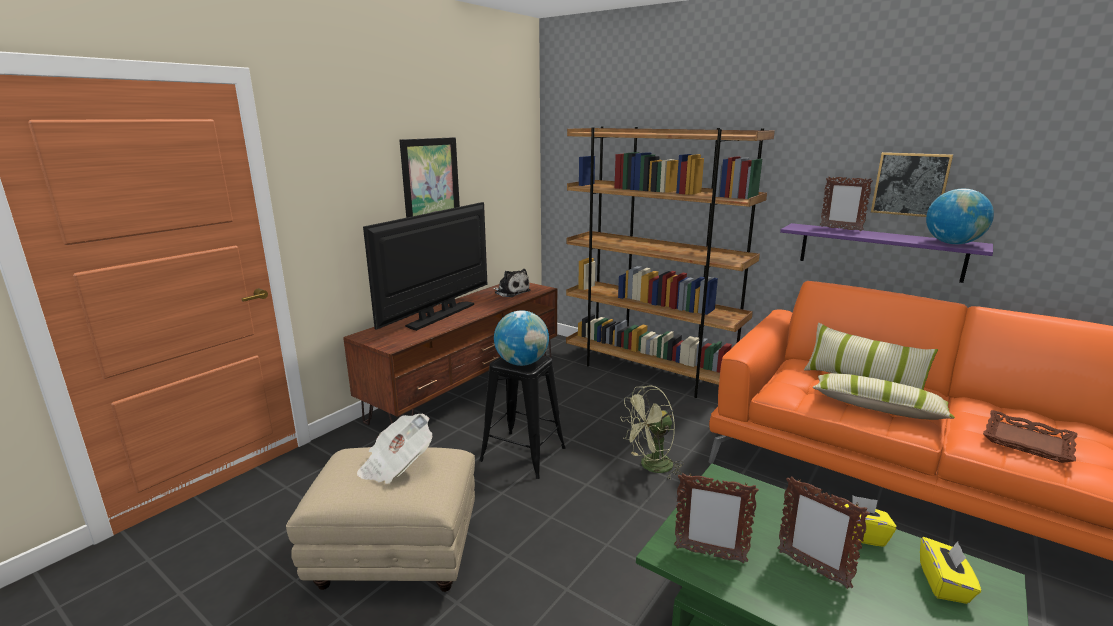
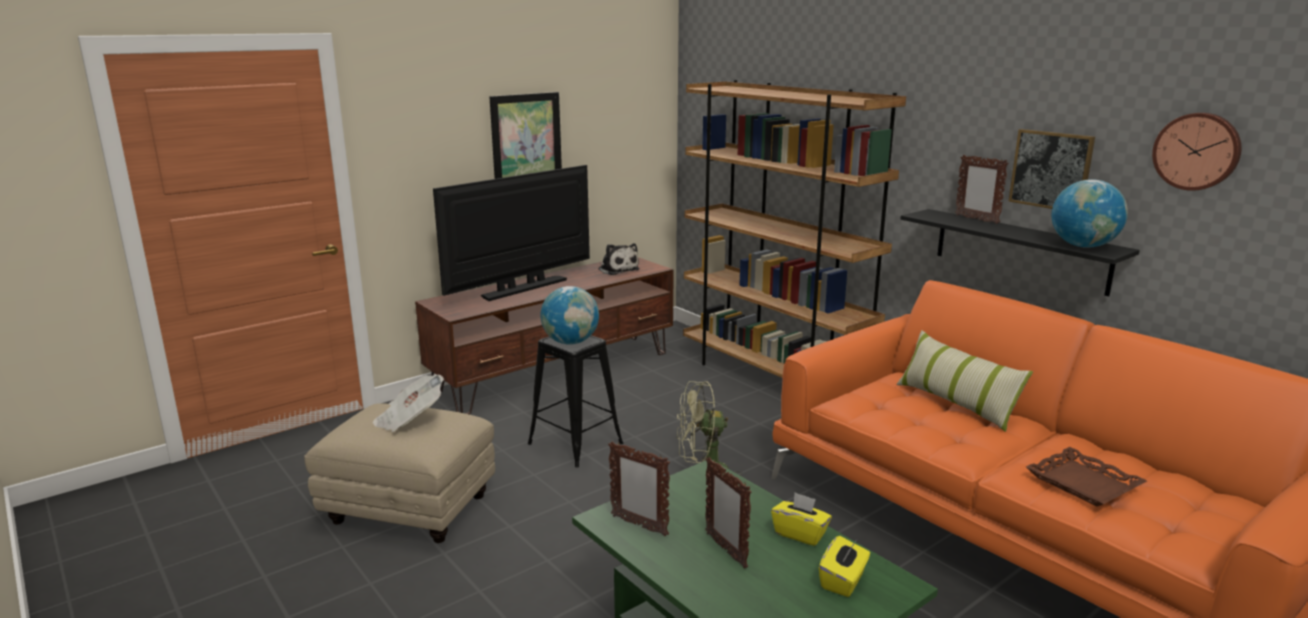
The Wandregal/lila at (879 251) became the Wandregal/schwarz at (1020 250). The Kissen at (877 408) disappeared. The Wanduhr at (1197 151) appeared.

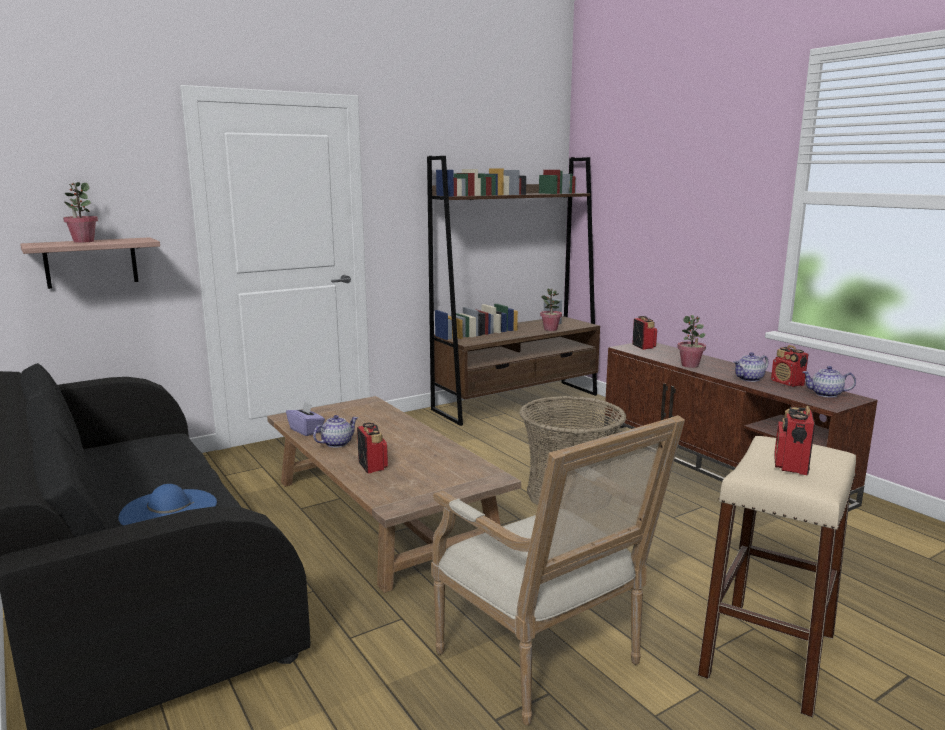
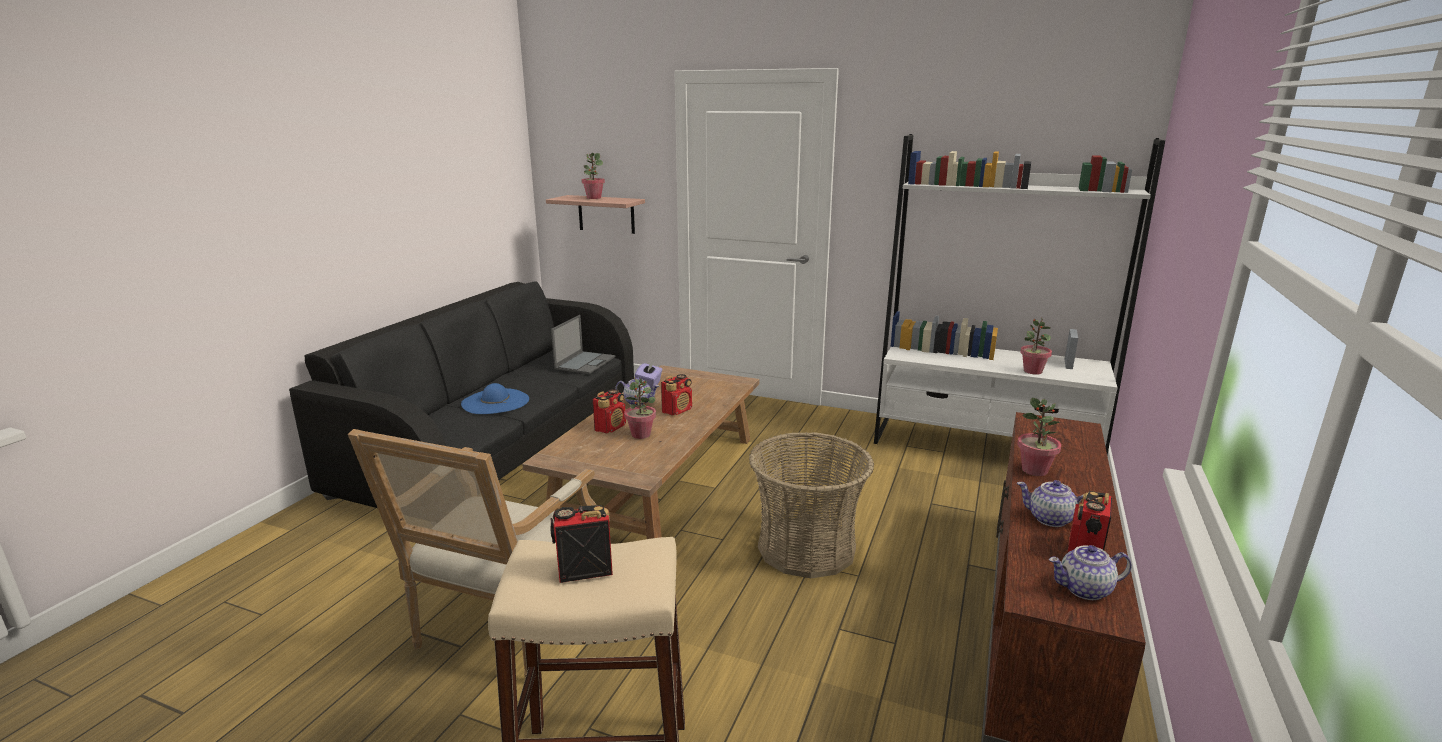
The Bücherregal/braun at (517 402) became the Bücherregal/weiß at (985 447). The Radio moved from (643 346) to (677 410). The Teekanne at (826 394) turned 75 degrees counterclockwise. The Laptop at (585 362) appeared. The Topfpflanze at (641 434) appeared.

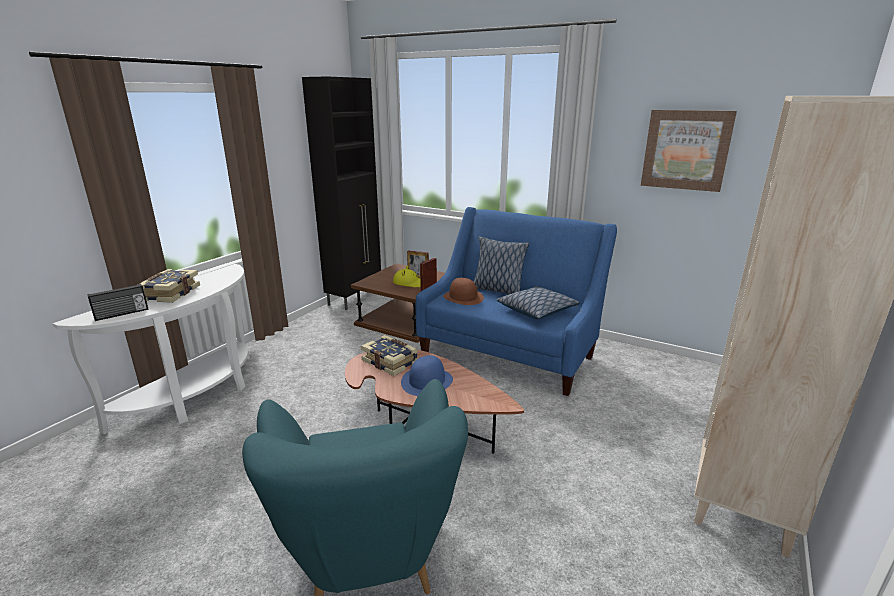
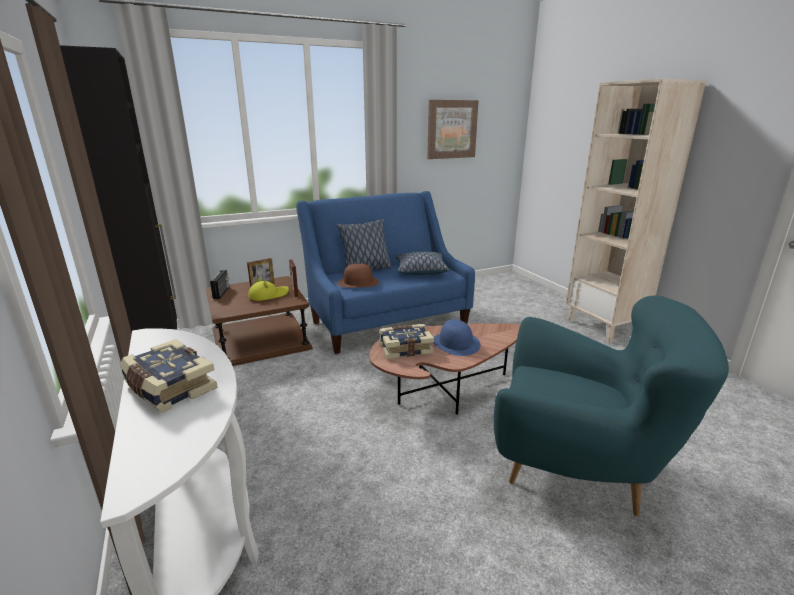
The Radio moved from (122 314) to (222 292).

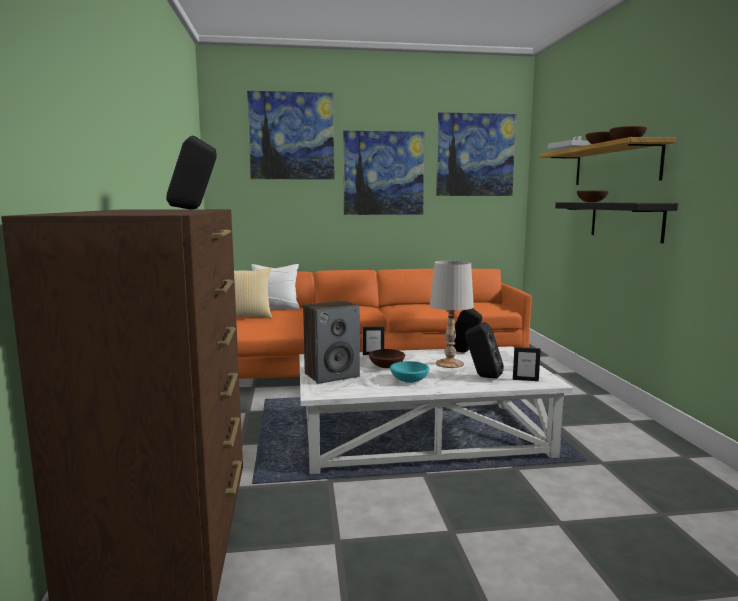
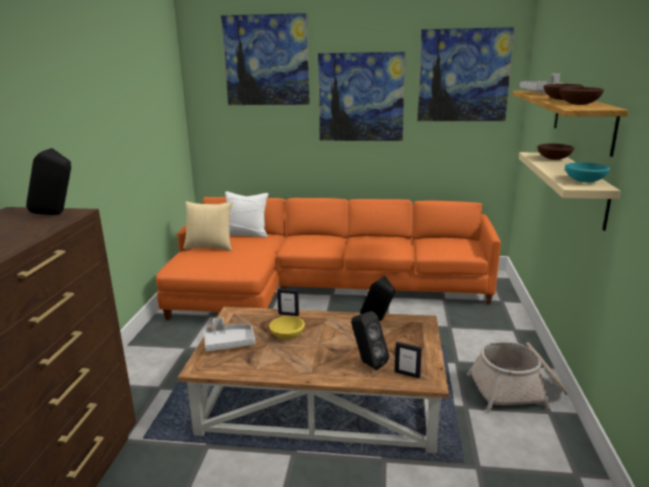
The Wandregal/schwarz at (625 220) became the Wandregal/beige at (582 188). The Tischlampe/weiß at (450 363) disappeared. The Lautsprecher at (332 375) was replaced by the Tablett/grau at (229 343). The Couchtisch/weiß at (423 435) became the Couchtisch/braun at (322 401). The Schüssel/braun at (387 366) became the Schüssel/gelb at (288 335). The Schüssel/türkis moved from (410 380) to (585 181). The Korb at (517 390) appeared.

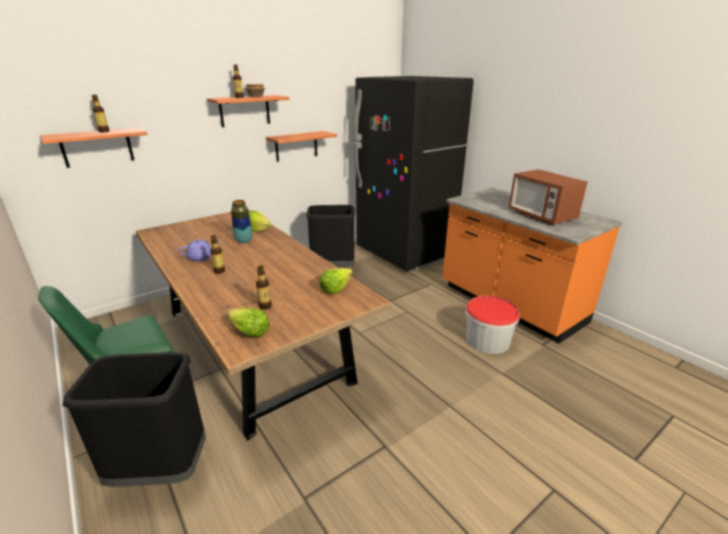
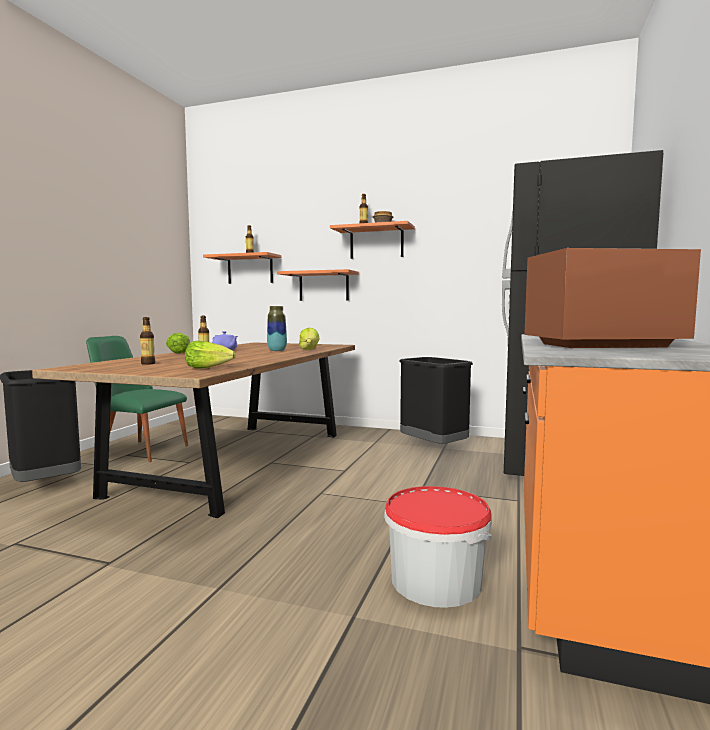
The Wandregal moved from (296 146) to (323 286). The Mikrowelle at (541 216) turned 60 degrees clockwise. The Salatkopf moved from (249 332) to (180 352).

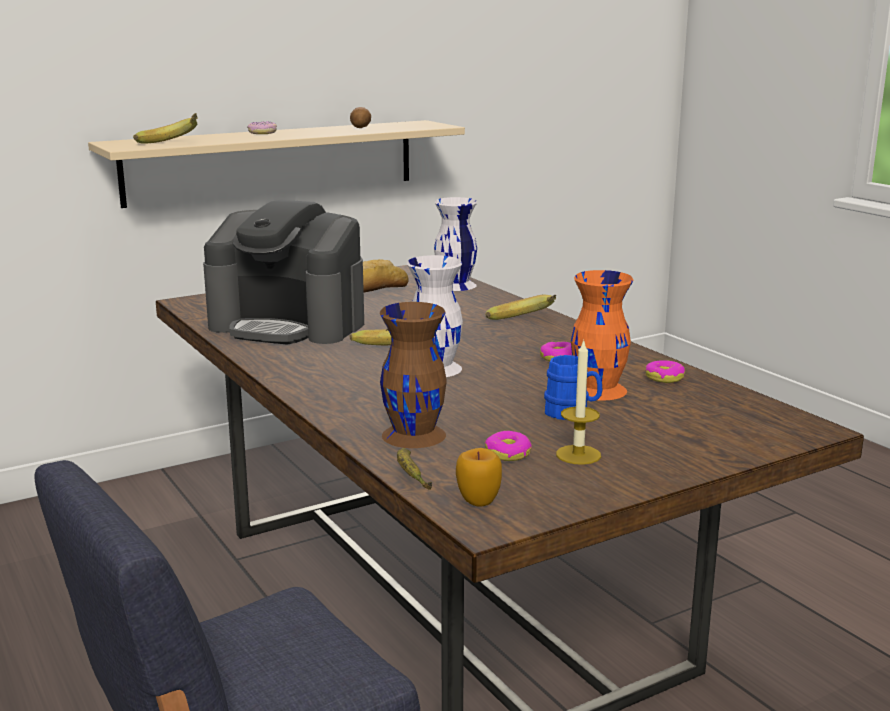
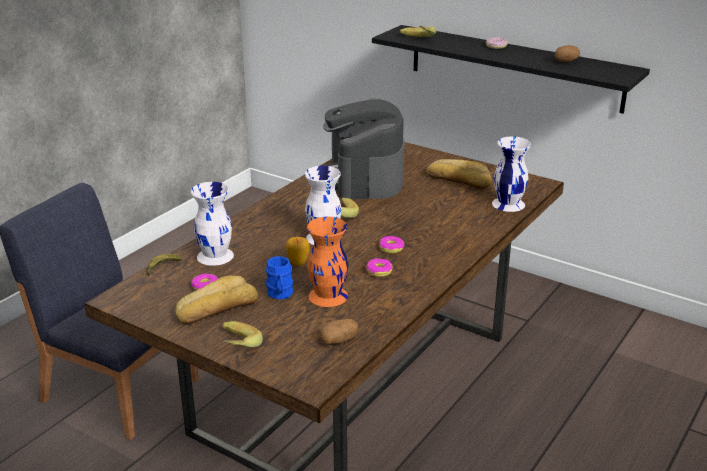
The Wandregal/beige at (273 161) became the Wandregal/schwarz at (514 68). The Banane moved from (523 323) to (234 348). The Vase/braun at (414 434) became the Vase/weiß at (216 256). The Kerze at (578 455) was replaced by the Brot at (216 308). The Donut moved from (664 378) to (391 248). The Apfel moved from (478 501) to (298 262). The Kartoffel at (339 340) appeared.

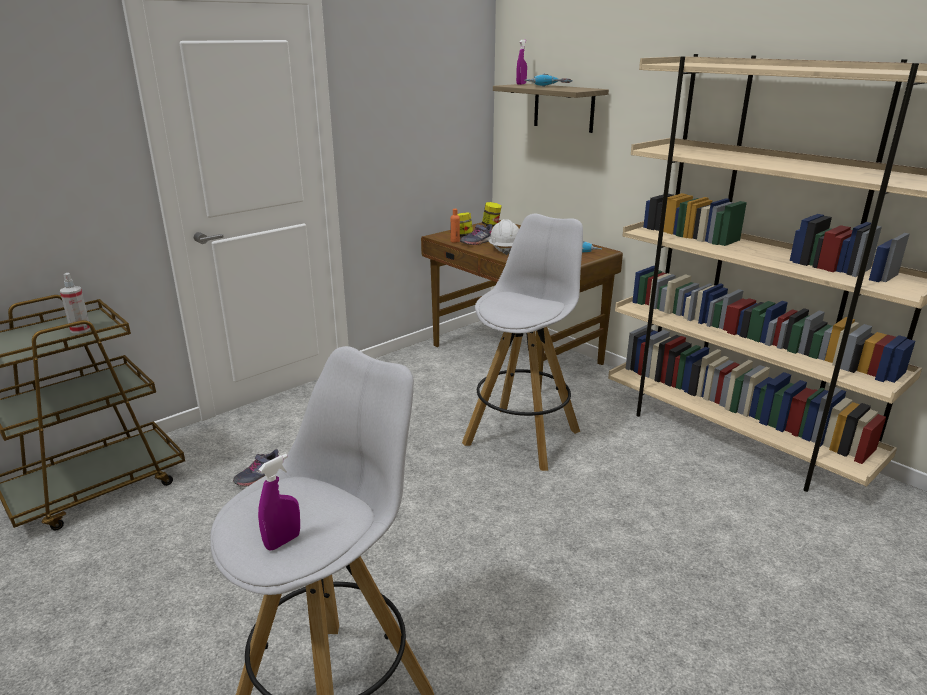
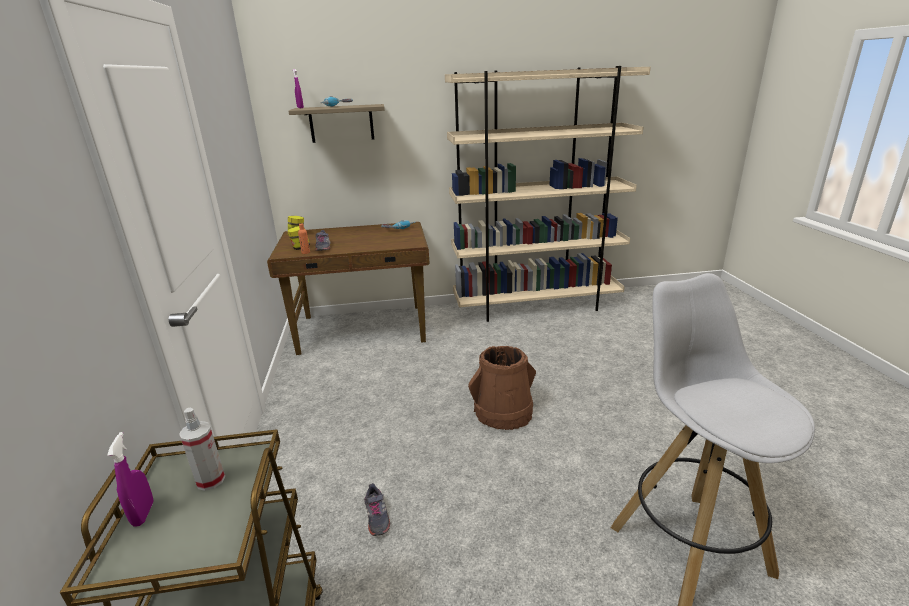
The Hocker/weiß at (522 437) disappeared. The Schutzhelm/weiß at (504 249) disappeared. The Sprühflasche/lila moved from (283 541) to (143 514). The Eimer/braun at (503 412) appeared.

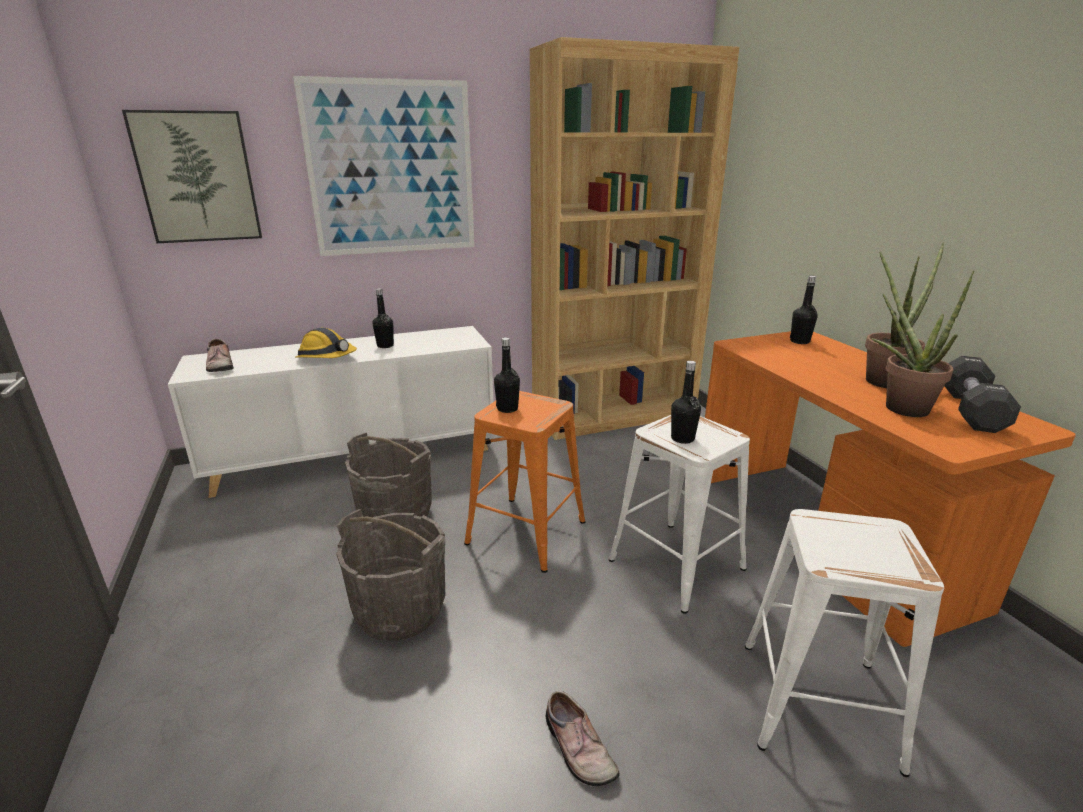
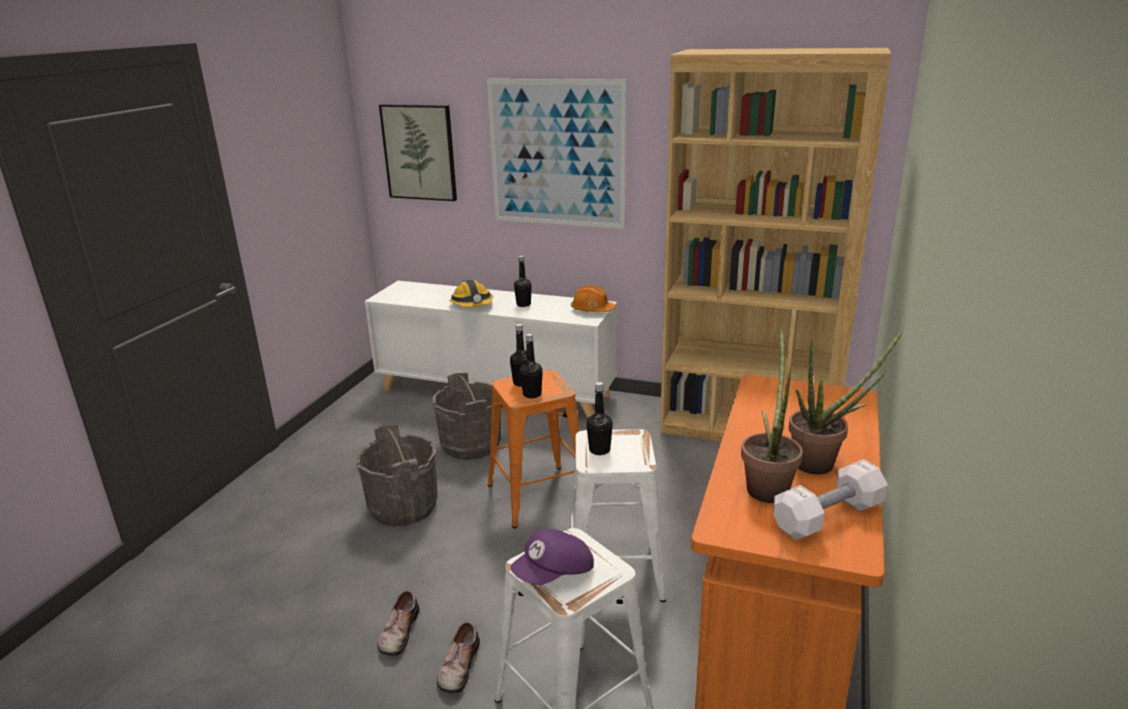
The Flasche/schwarz moved from (800 341) to (532 394). The Schuh moved from (219 365) to (457 666). The Hantel/schwarz at (971 411) became the Hantel/weiß at (827 517). The Schutzhelm/orange at (592 310) appeared. The Kappe/lila at (554 574) appeared.

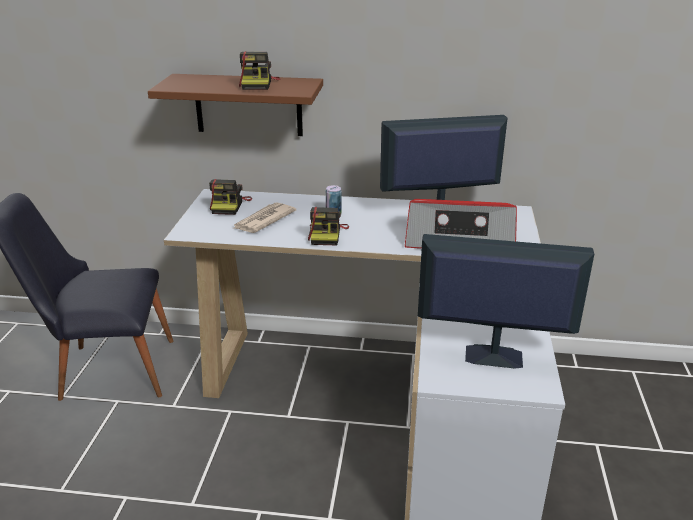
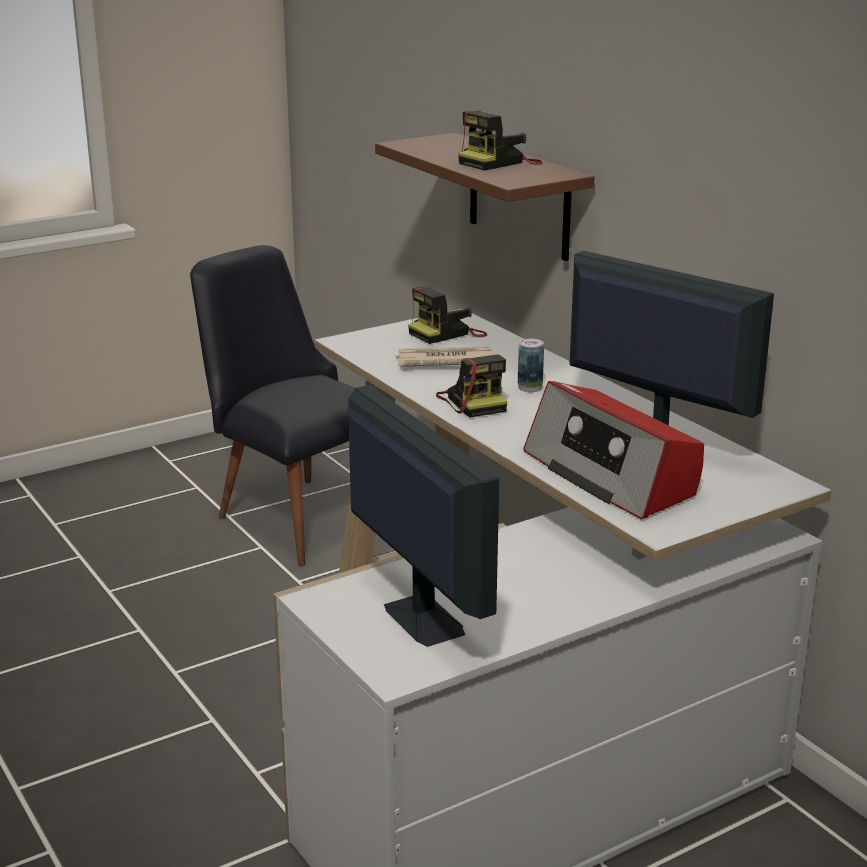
The Kamera at (327 234) turned 75 degrees counterclockwise.

